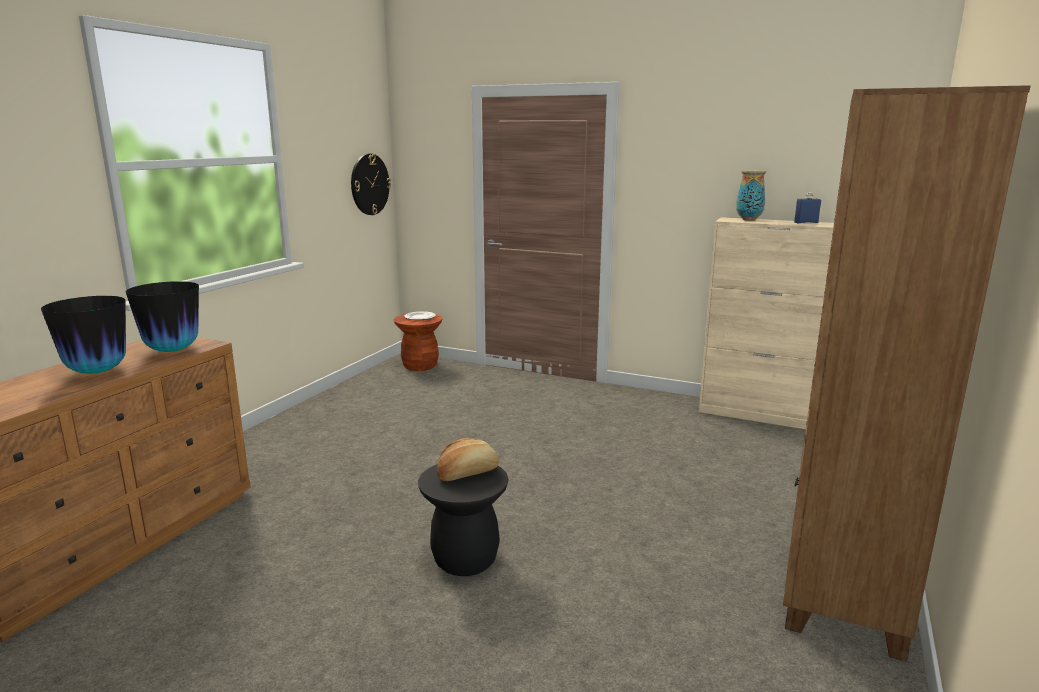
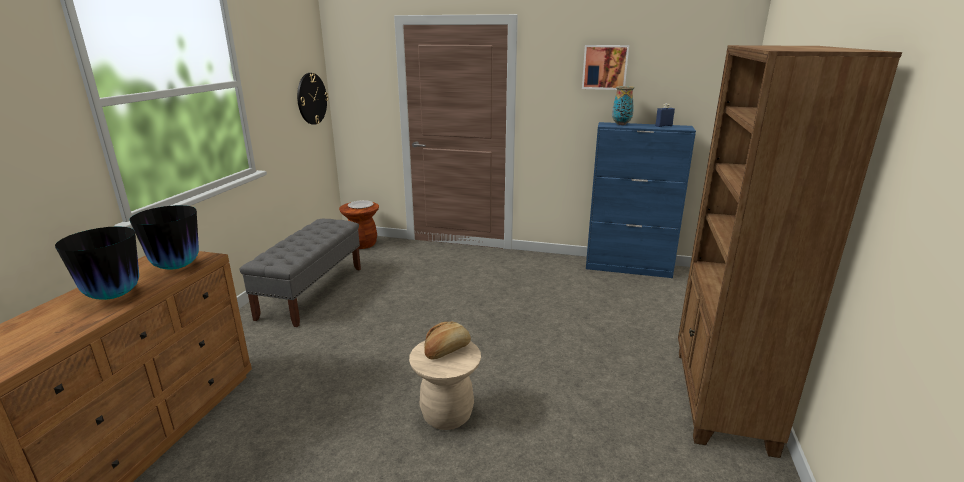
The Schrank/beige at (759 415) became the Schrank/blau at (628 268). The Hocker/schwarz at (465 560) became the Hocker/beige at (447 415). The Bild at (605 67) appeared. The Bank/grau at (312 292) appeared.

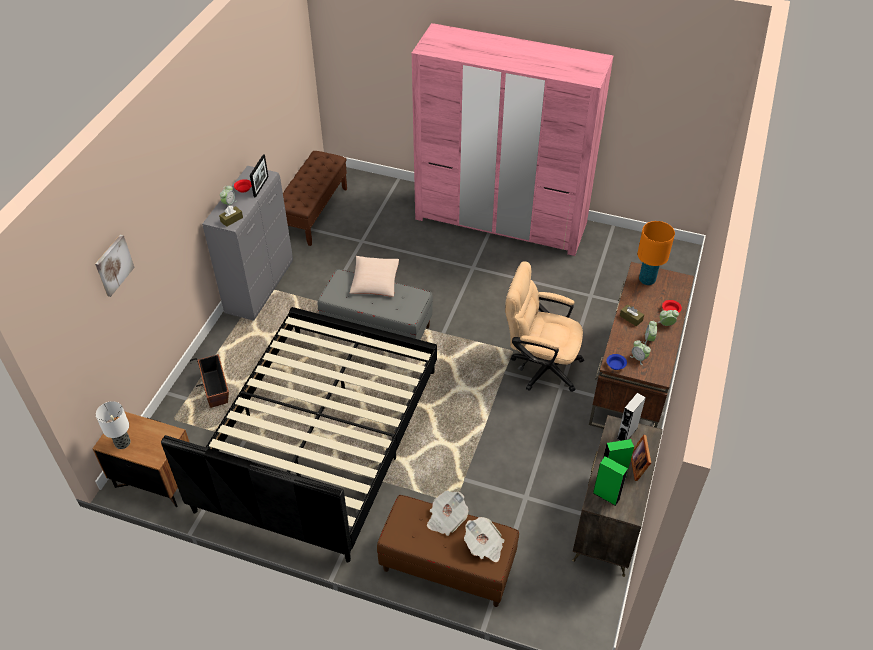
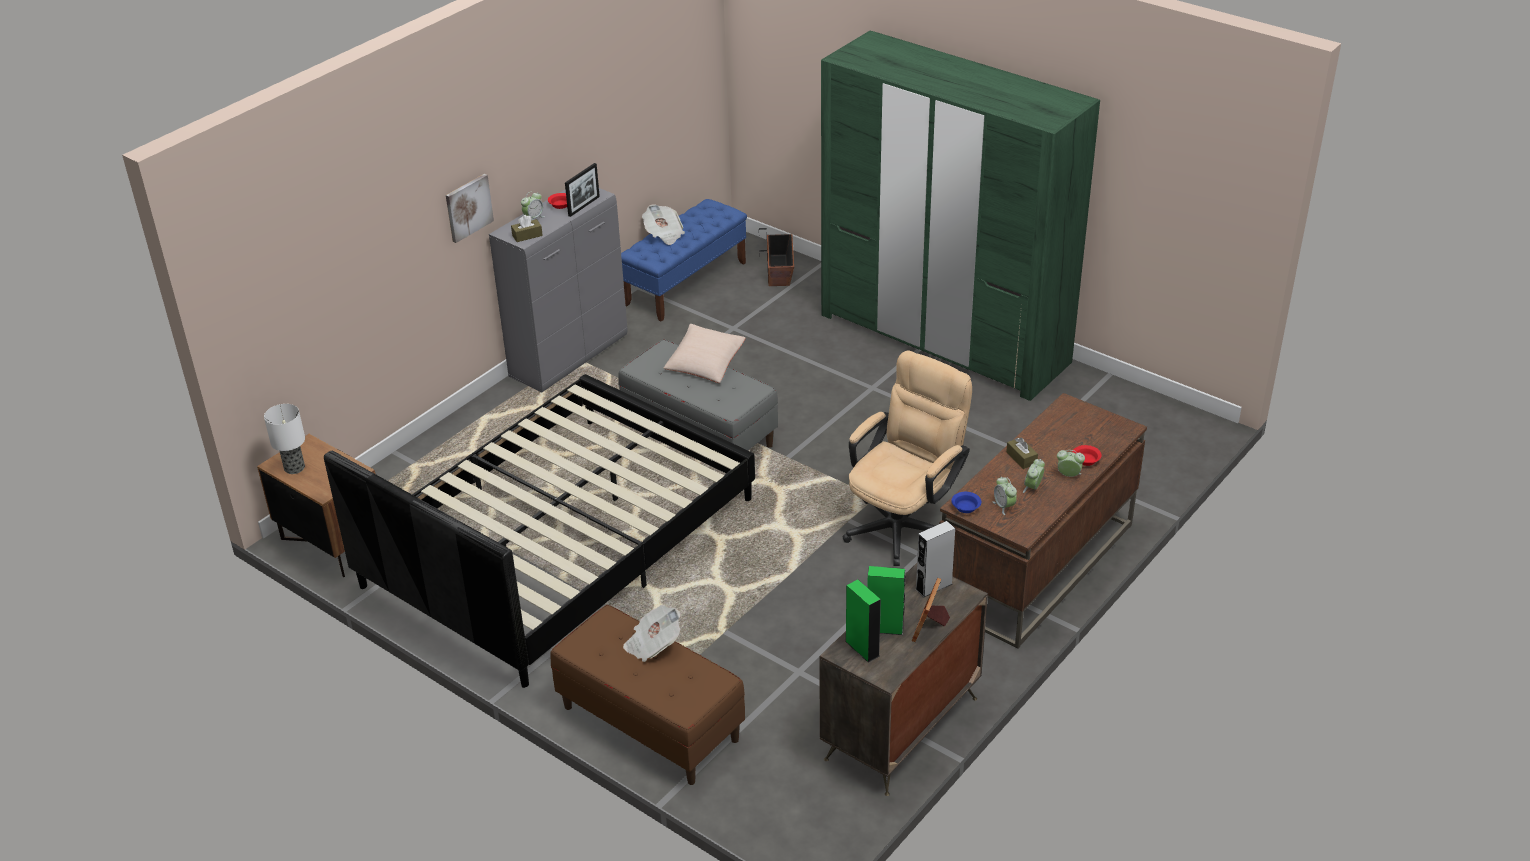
The Kleiderschrank/rosa at (501 221) became the Kleiderschrank/grün at (944 338). The Bank/braun at (314 212) became the Bank/blau at (686 283). The Tischlampe/orange at (647 280) disappeared. The Bild moved from (113 265) to (468 207). The Bürostuhl/beige at (540 365) turned 90 degrees clockwise. The Pflanzkübel moved from (215 388) to (779 271). The Zeitung moved from (484 546) to (664 234).

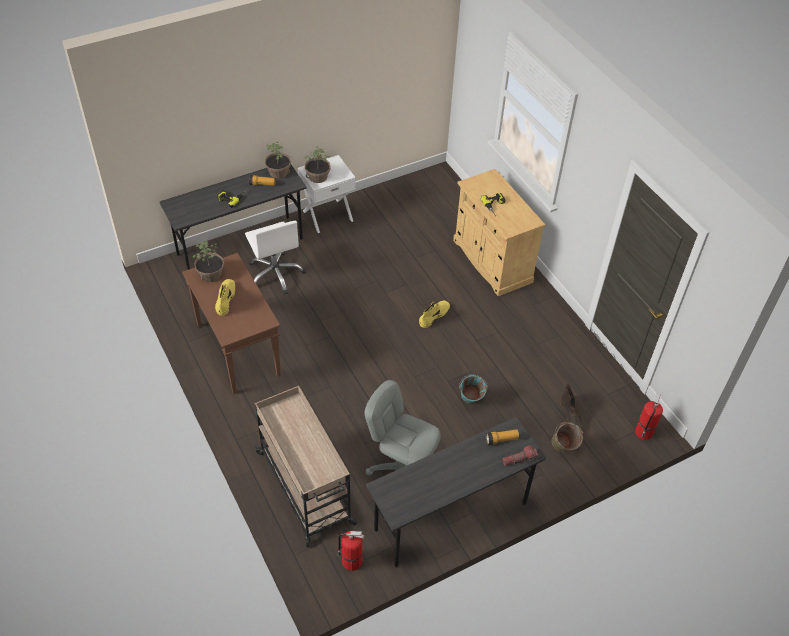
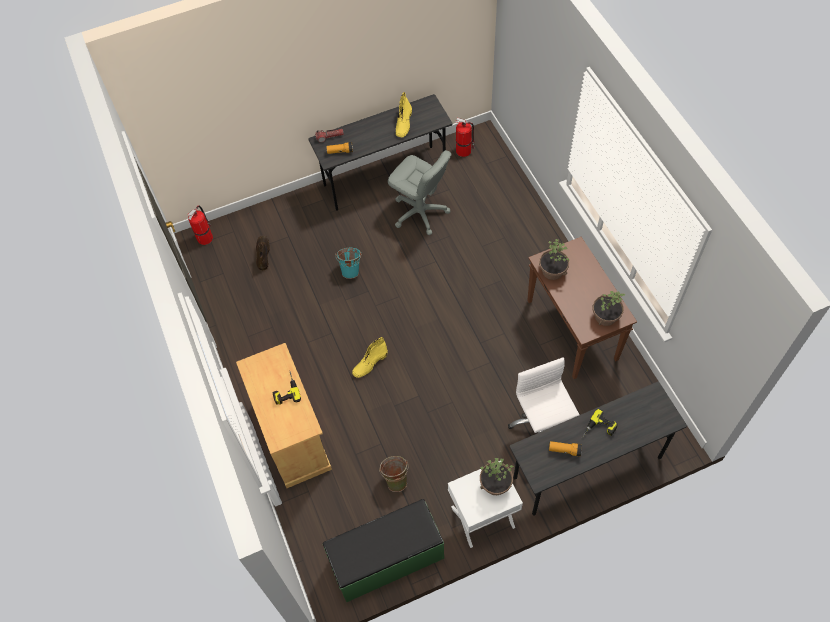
The Topfpflanze moved from (279 172) to (552 271). The Stiefel/gelb moved from (225 298) to (404 124). The Rollwagen/beige at (306 489) disappeared. The Eimer/grün moved from (563 449) to (396 478). The Bank/grün at (387 559) appeared.

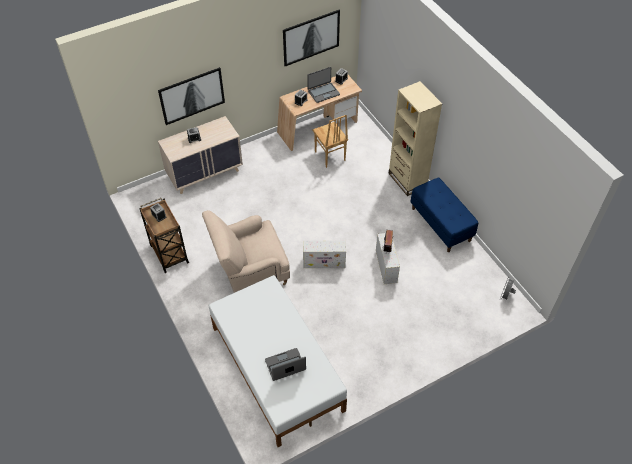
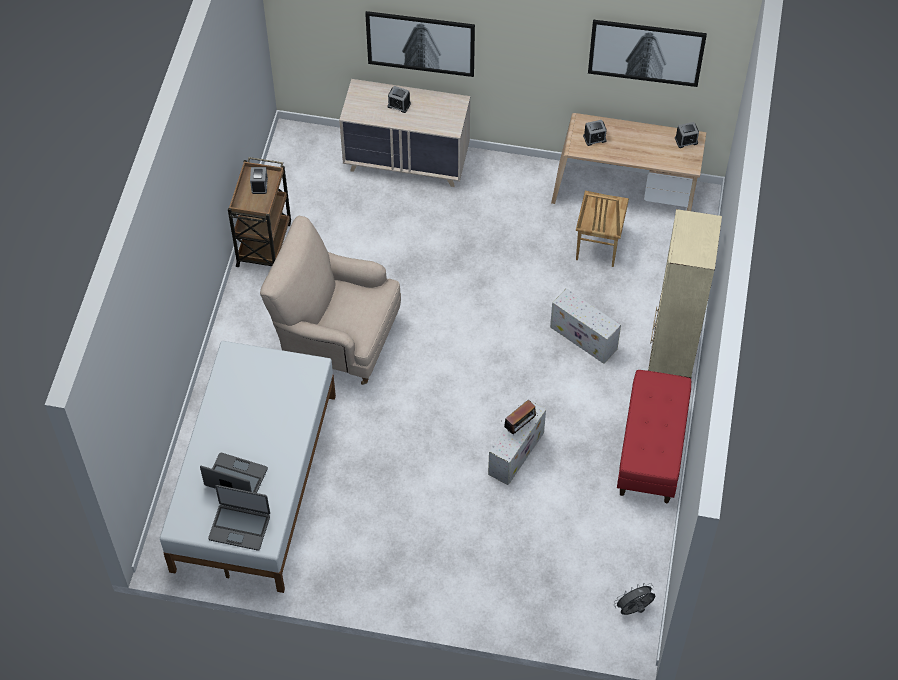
The Laptop moved from (323 92) to (240 527). The Bank/blau at (441 224) became the Bank/rot at (651 451). The Aufbewahrungsbox/weiß moved from (324 262) to (584 338).

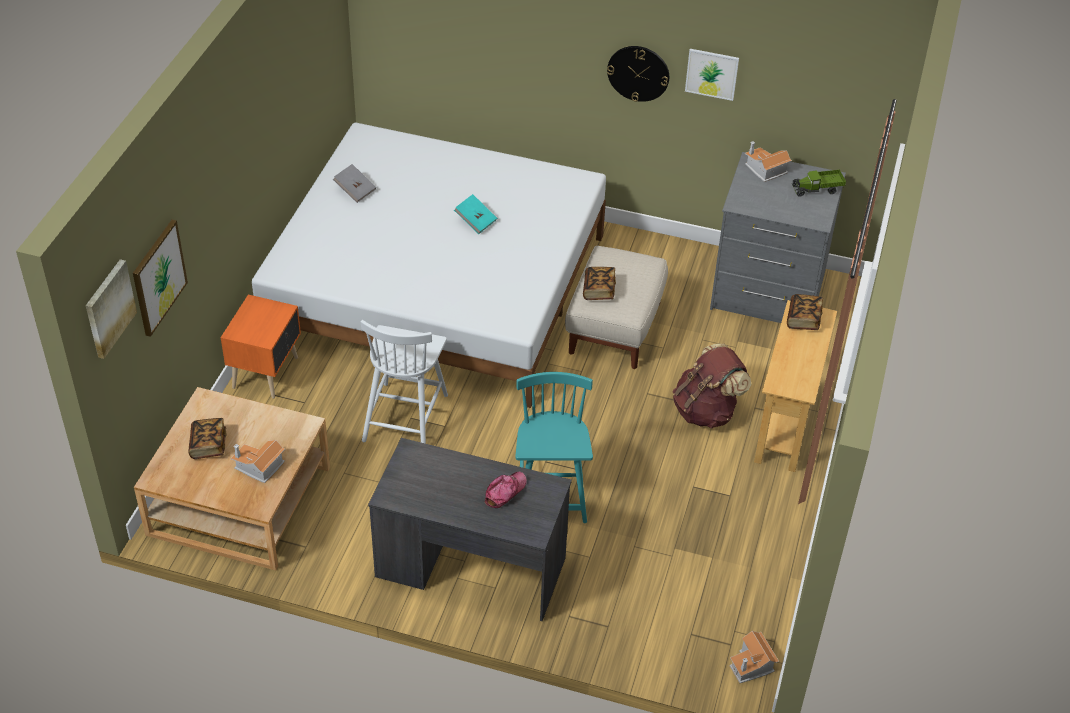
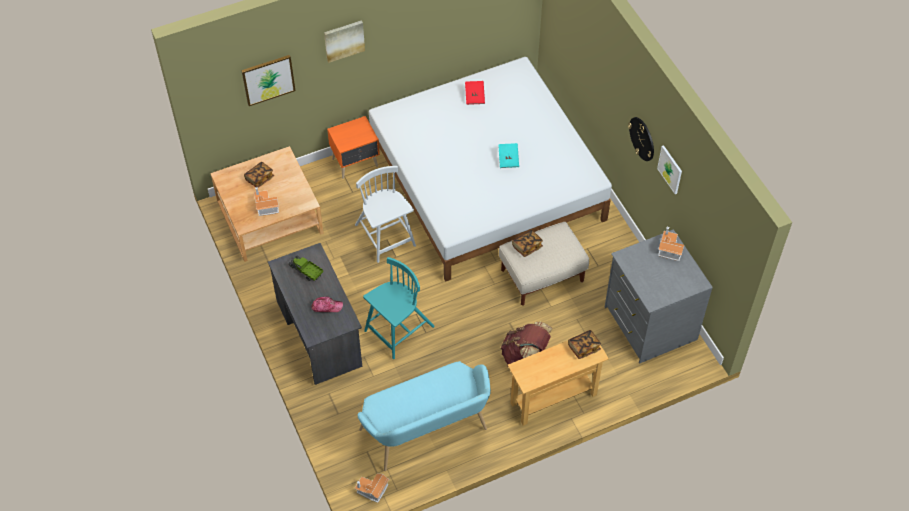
The Buch/grau at (355 190) became the Buch/rot at (474 97). The Spielzeuglaster moved from (817 189) to (306 271). The Bild moved from (109 308) to (344 40). The Stuhl/weiß at (405 416) turned 90 degrees clockwise. The Bank/türkis at (427 433) appeared.

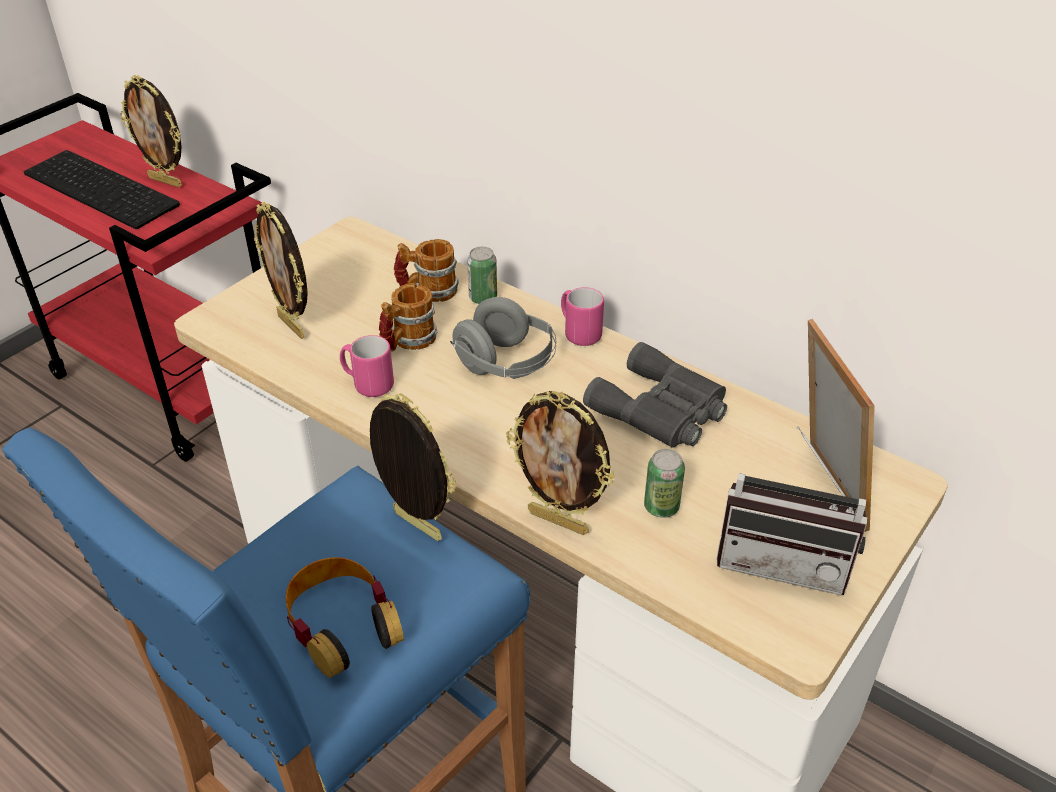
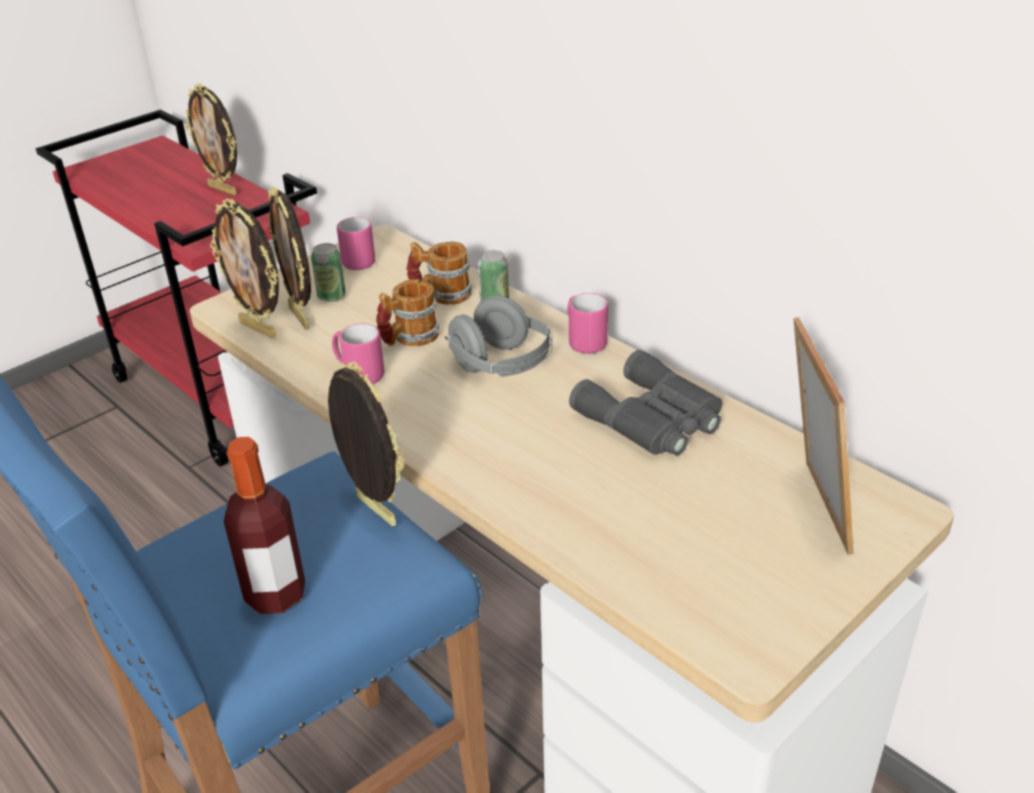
The Tastatur at (104 188) disappeared. The Bilderrahmen moved from (559 521) to (260 329). The Radio at (784 561) disappeared. The Dose moved from (661 507) to (331 296). The Kopfhörer at (342 623) was replaced by the Flasche at (275 595). The Henkelbecher/rosa at (355 261) appeared.

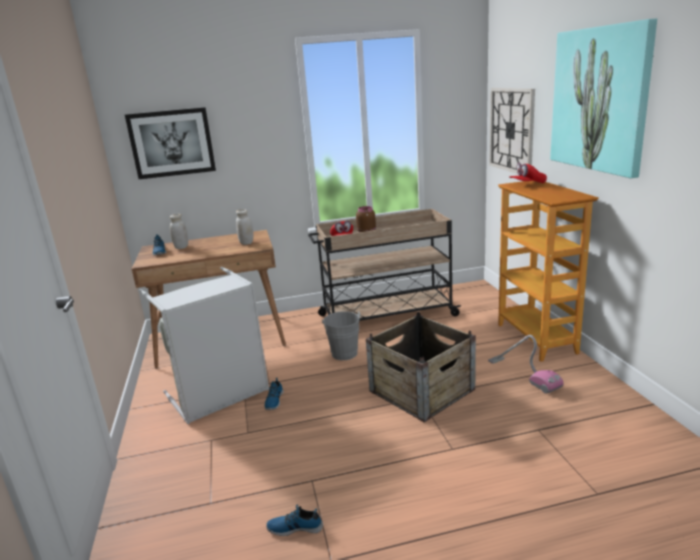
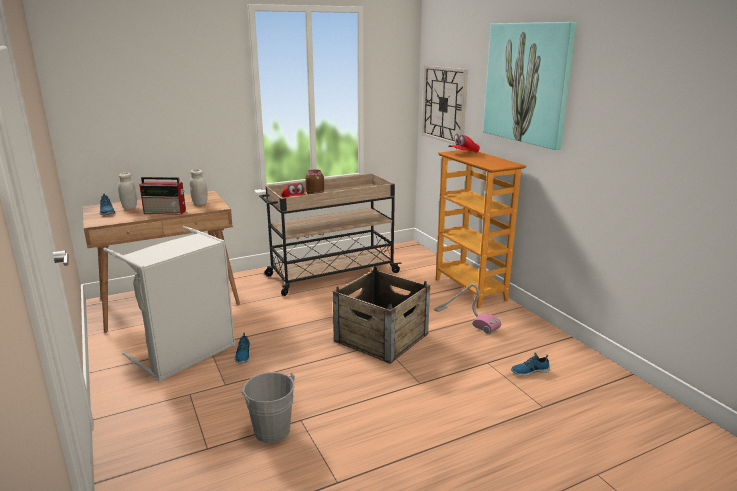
The Bild at (172 143) disappeared. The Eimer/grau moved from (343 352) to (270 428). The Schuh moved from (295 527) to (529 370). The Radio at (166 212) appeared.

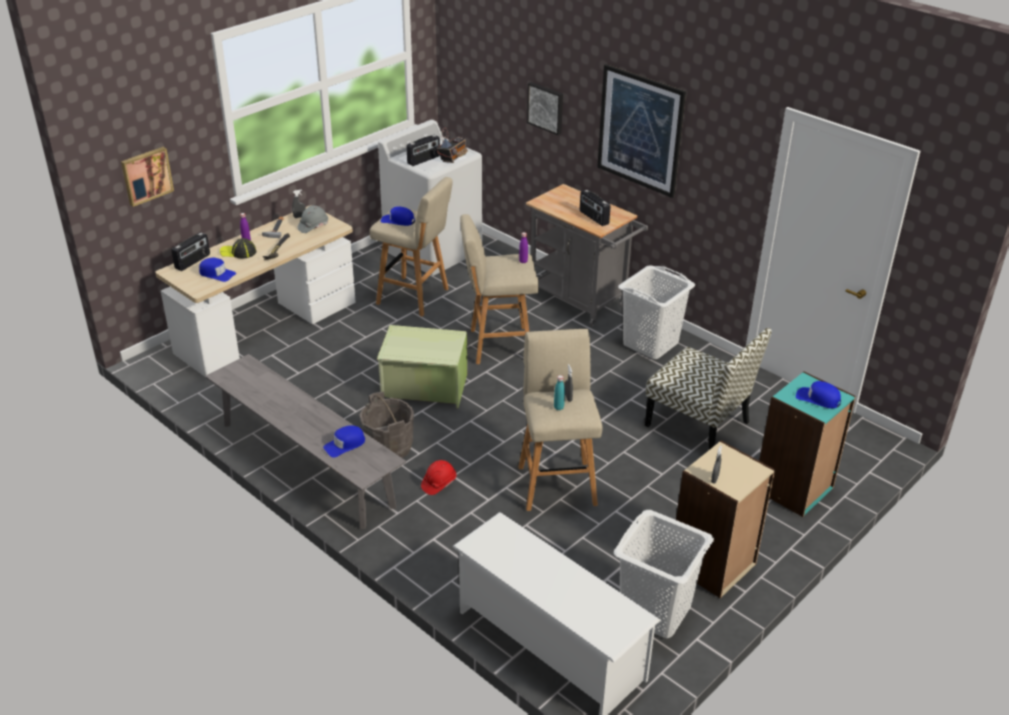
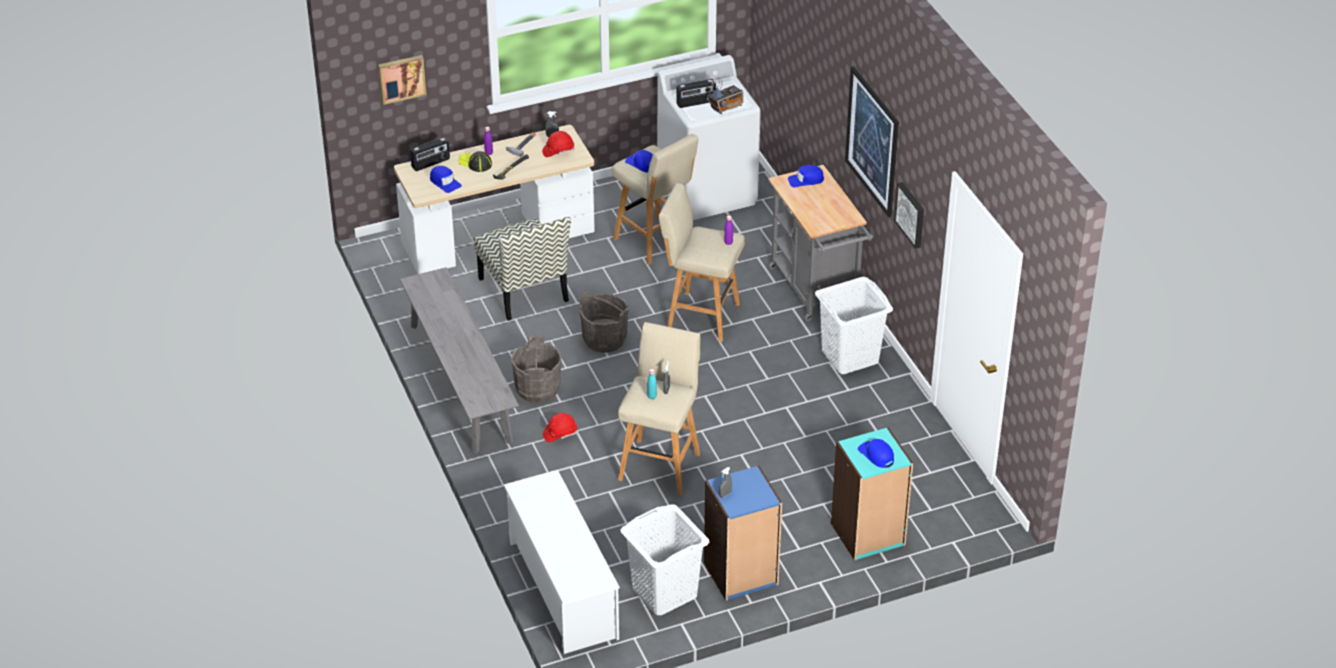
The Bild moved from (546 107) to (911 214). The Radio at (593 218) disappeared. The Schutzhelm/grau at (313 226) became the Schutzhelm/rot at (558 151). The Aufbewahrungsbox/grün at (424 386) was replaced by the Eimer/grau at (604 339). The Stuhl moved from (699 424) to (524 290). The Kappe/blau moved from (345 445) to (805 180). The Bücherregal/beige at (713 566) became the Bücherregal/blau at (741 574).

